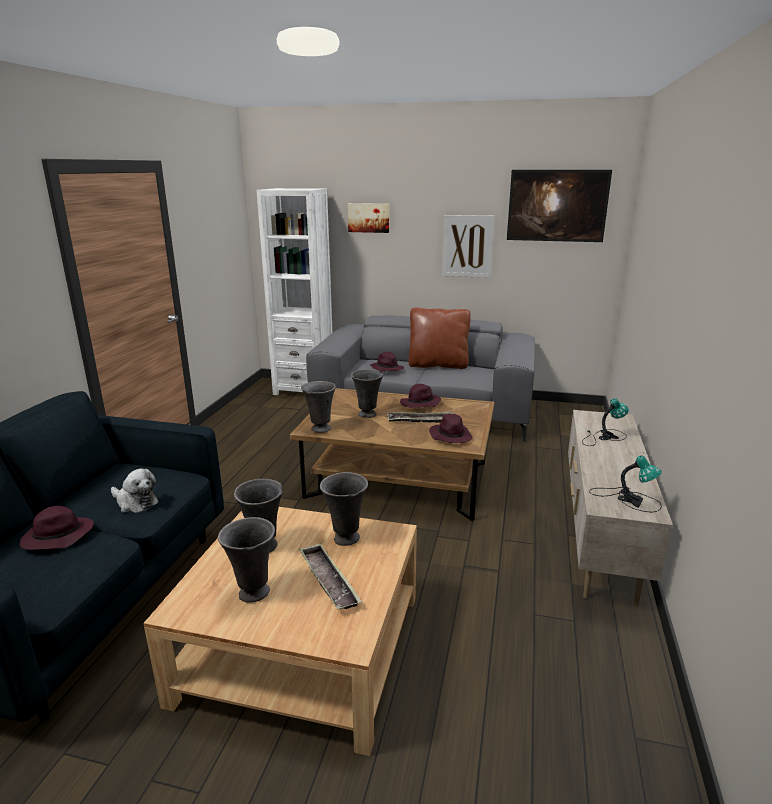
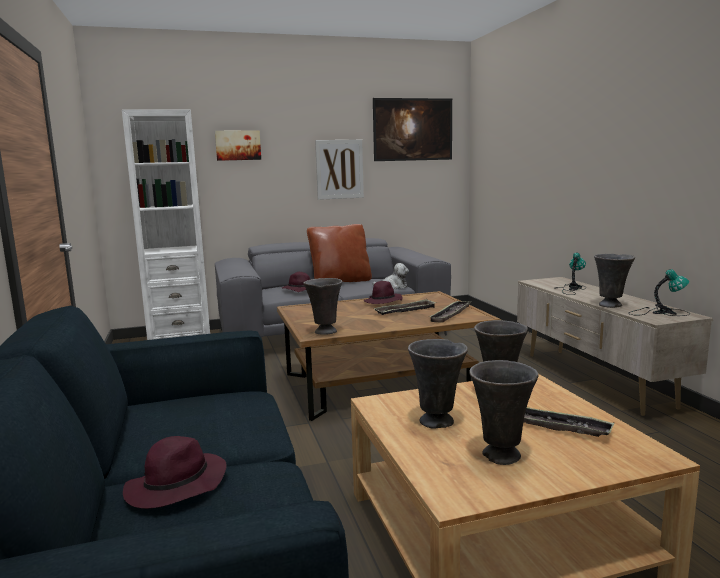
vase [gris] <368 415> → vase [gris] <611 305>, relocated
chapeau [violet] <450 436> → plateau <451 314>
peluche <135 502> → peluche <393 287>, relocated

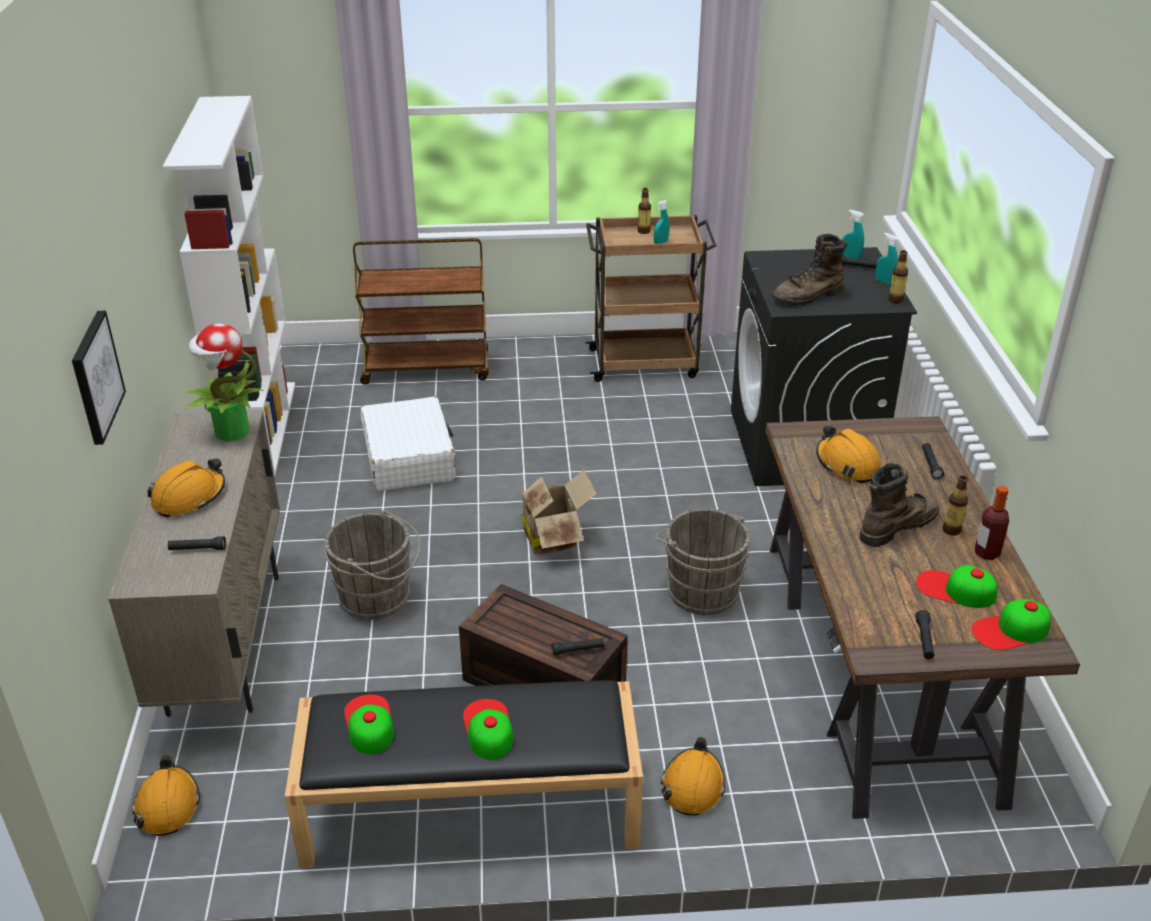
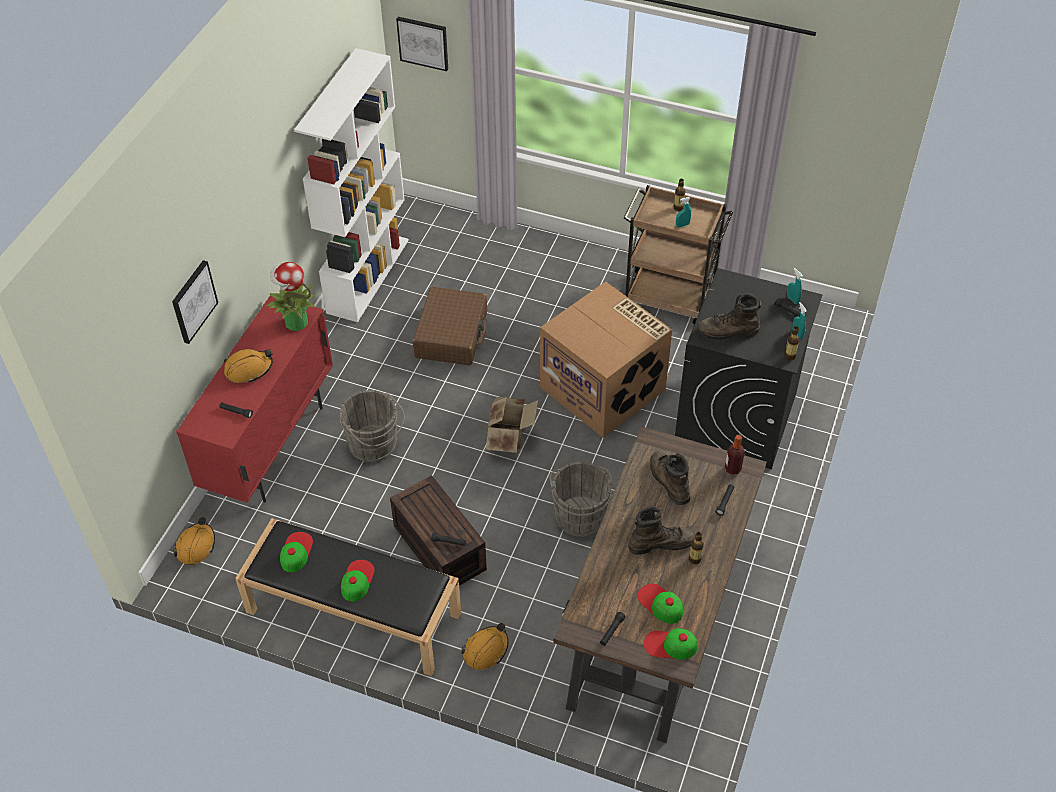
chariot [marron] <427 368> → -
valise [blanc] <409 458> → valise [marron] <451 335>
meuble de rangement [beige] <226 642> → meuble de rangement [rouge] <271 446>
casque de chantier [orange] <847 464> → botte [marron] <668 481>
bouteille <986 553> → bouteille <732 469>, relocated
- → tableau <423 42>
- → carton <604 388>

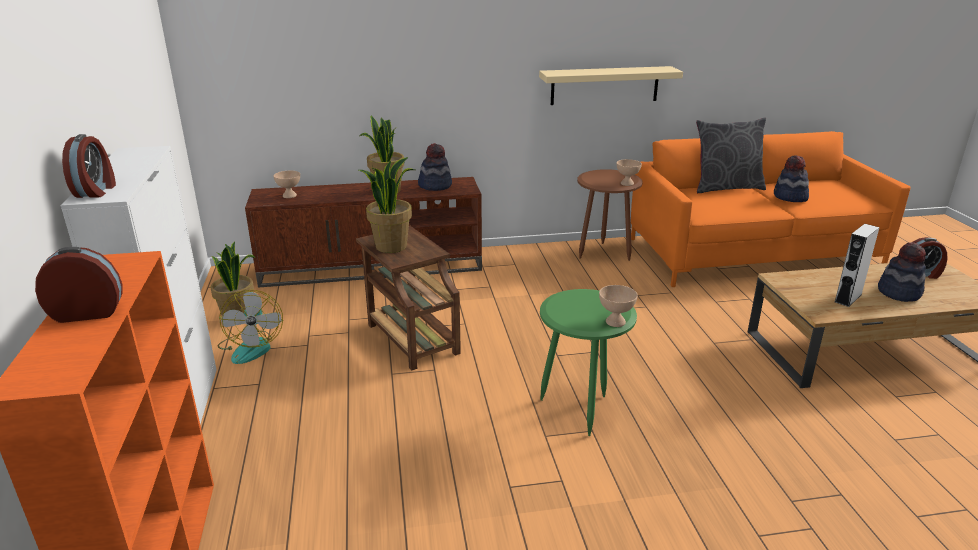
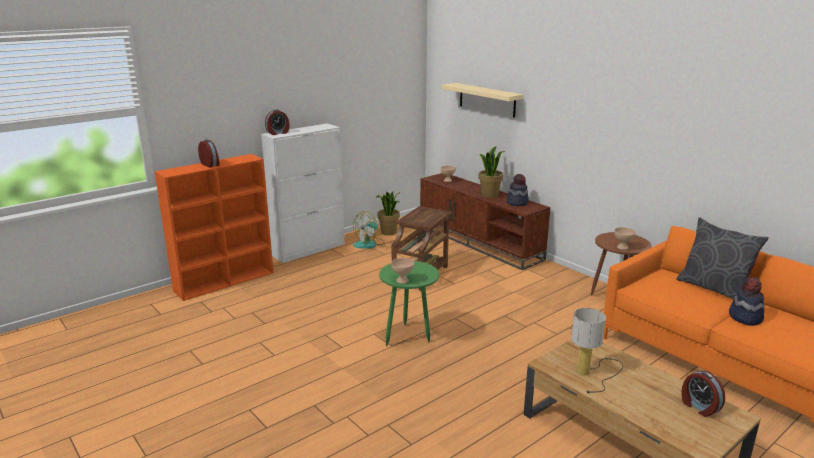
étagère [beige] <605 85> → étagère [beige] <487 99>, relocated
plante en pot <391 246> → -
enceinte [gris] <848 298> → lampe de table <591 373>
chapeau <899 292> → -

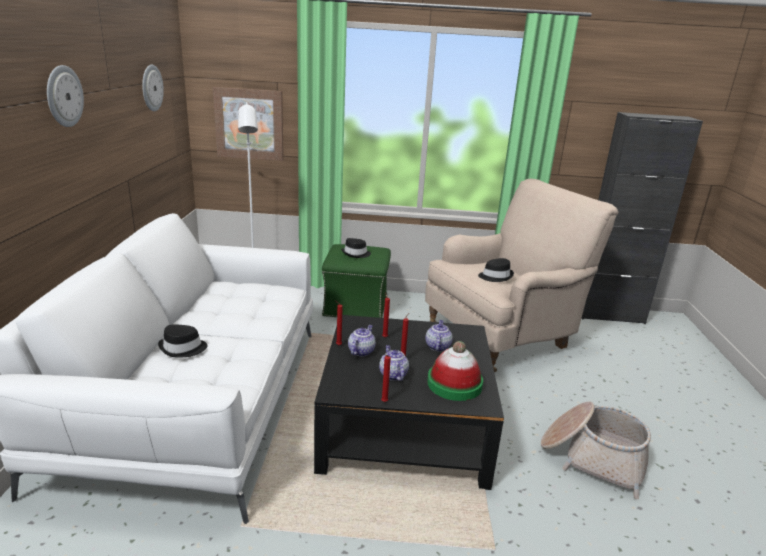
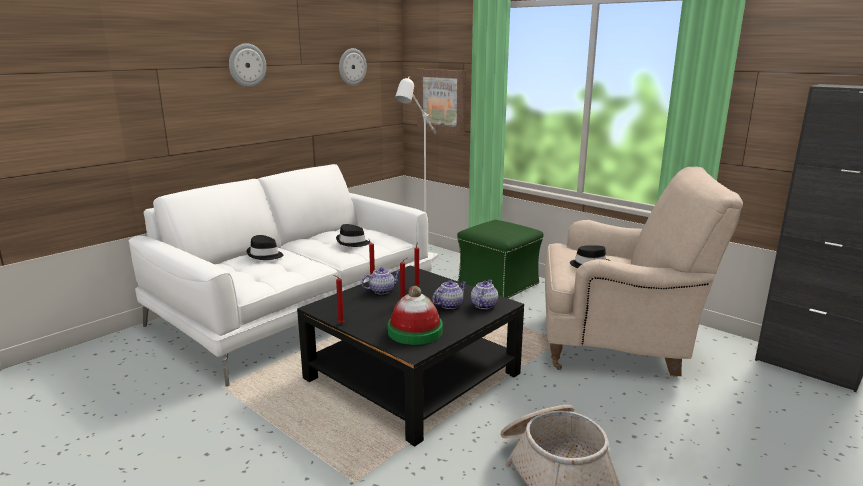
chapeau [noir] <356 254> → chapeau [noir] <352 242>, relocated
théière <392 374> → théière <484 305>, relocated

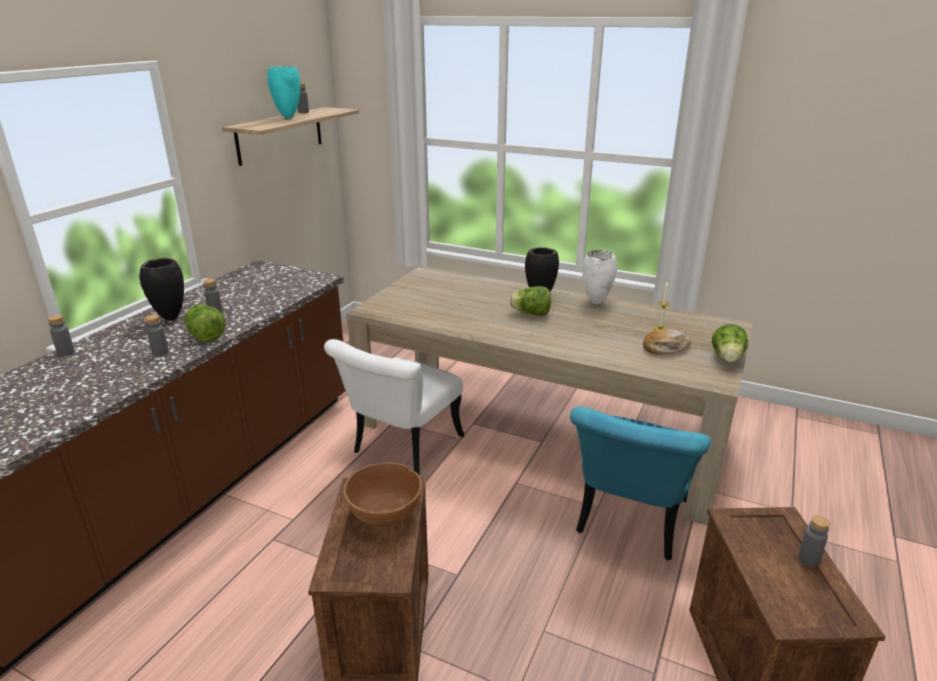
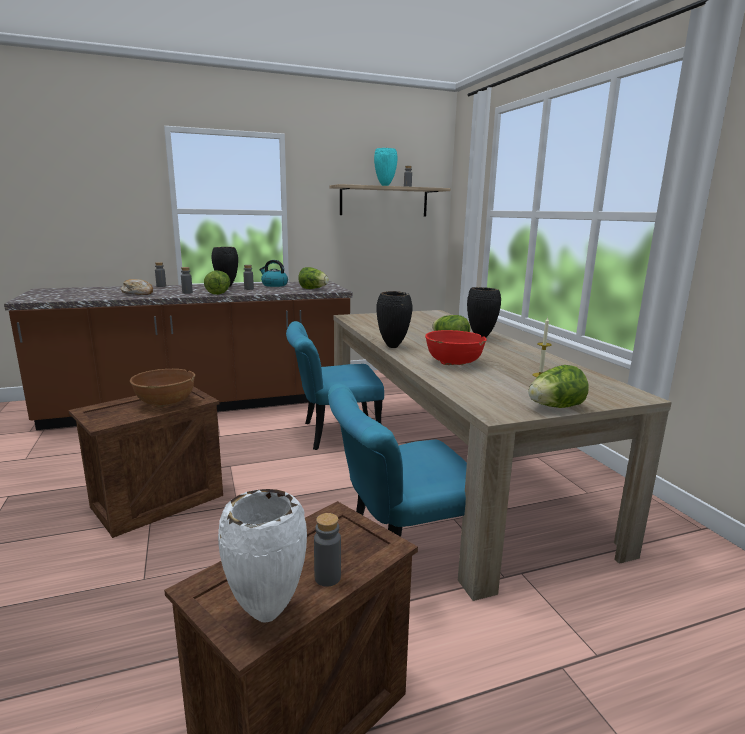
vase [blanc] <596 303> → vase [blanc] <266 616>, relocated
pain <665 348> → pain <138 293>, relocated
chaise [blanc] <401 450> → chaise [turquoise] <333 434>
- → bouilloire <274 285>
- → laitue <313 289>
- → vase [noir] <393 347>
- → bol [rouge] <453 363>

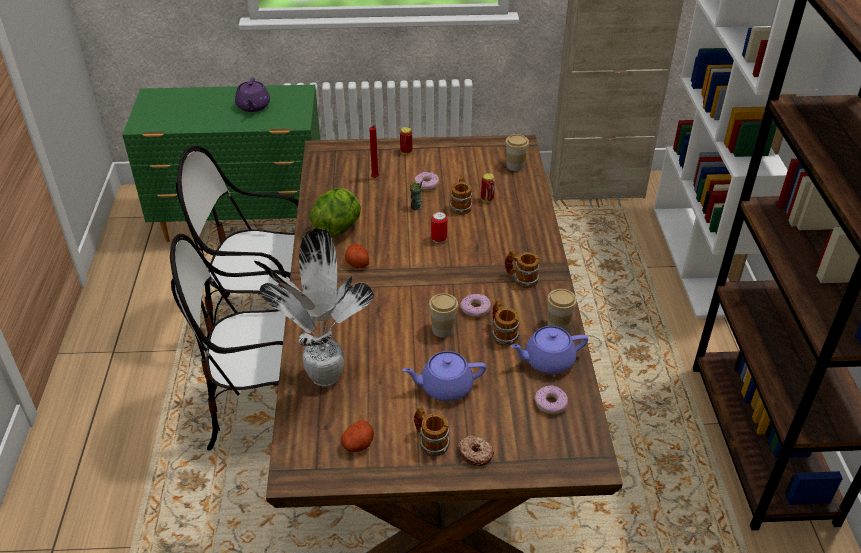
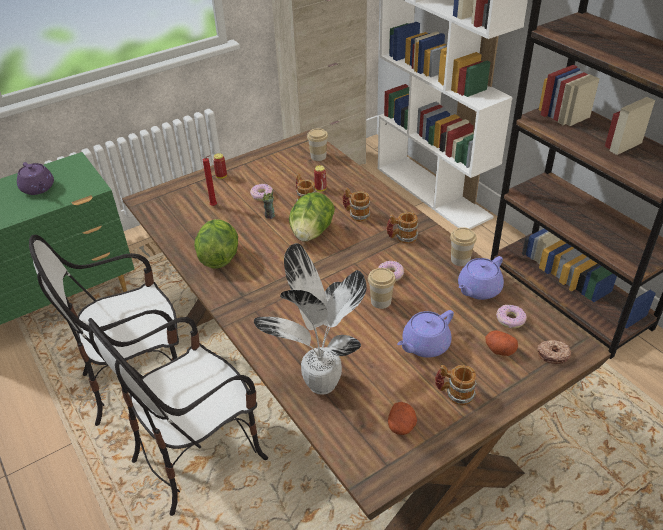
boîte métallique <439 239> → laitue <311 233>
pomme de terre <357 262> → pomme de terre <499 349>, relocated
mug <502 333> → mug <356 214>, relocated
beignet <475 454> → beignet <553 354>, relocated

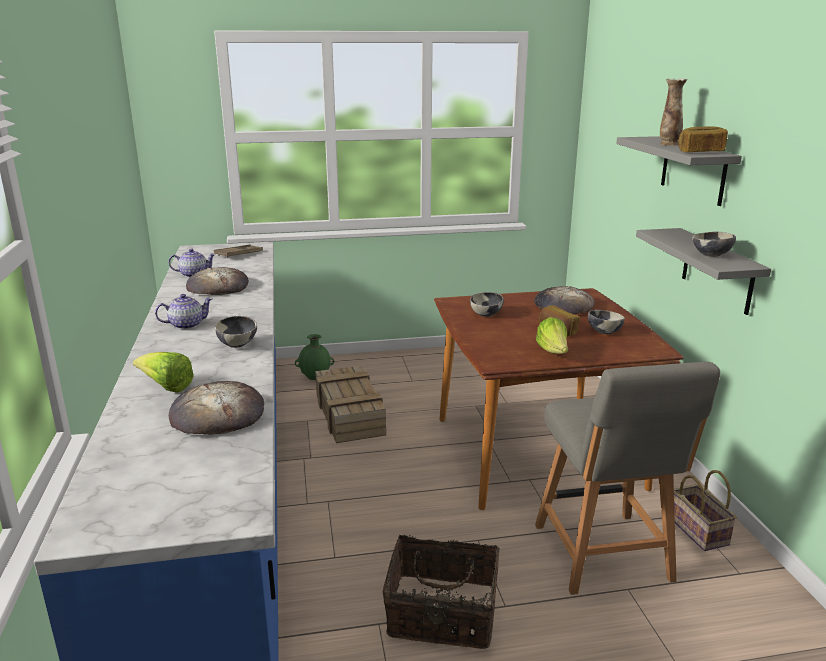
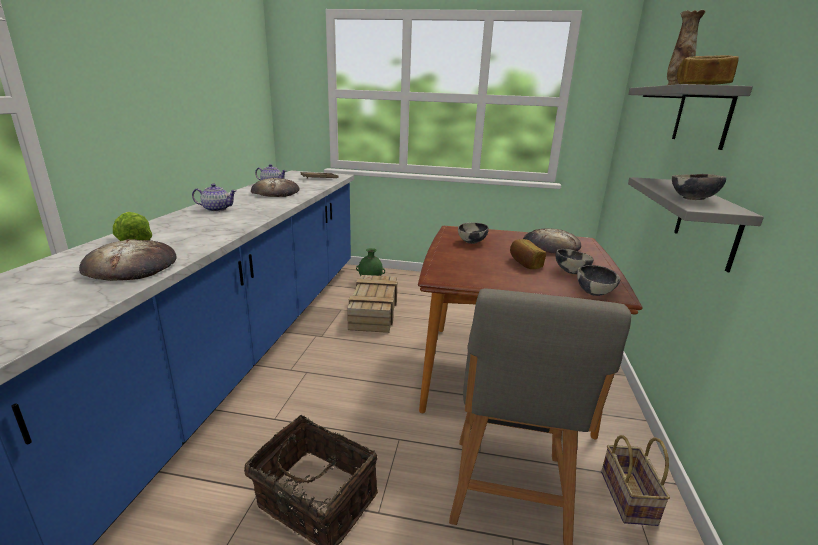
bol <237 344> → bol <594 292>, relocated
laitue <553 352> → -

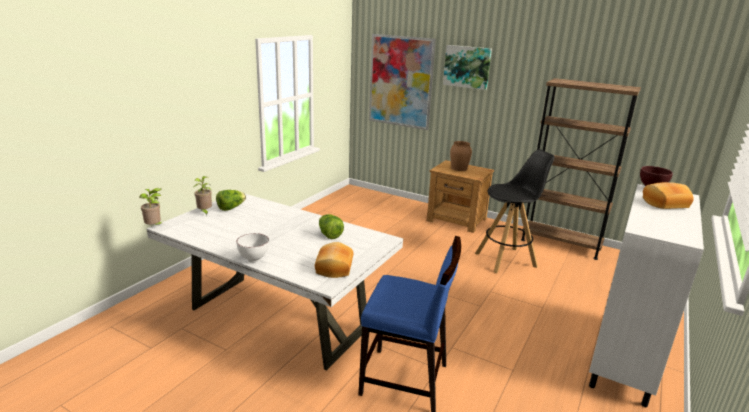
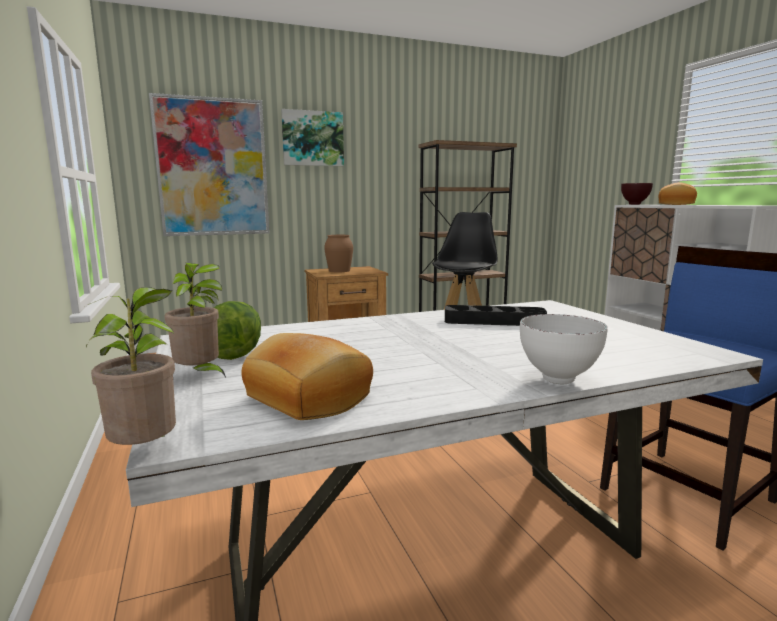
laitue <329 235> → plateau [noir] <494 321>
pain <333 268> → pain <306 398>, relocated

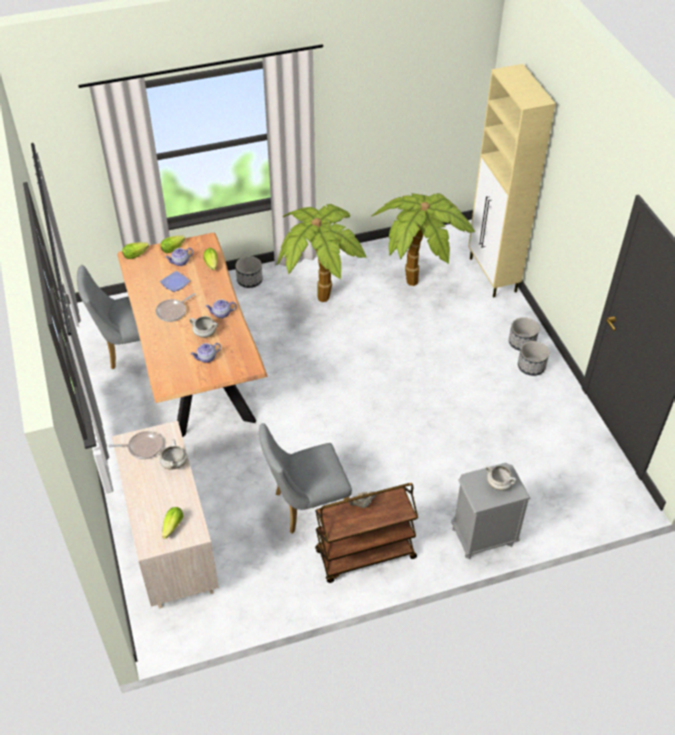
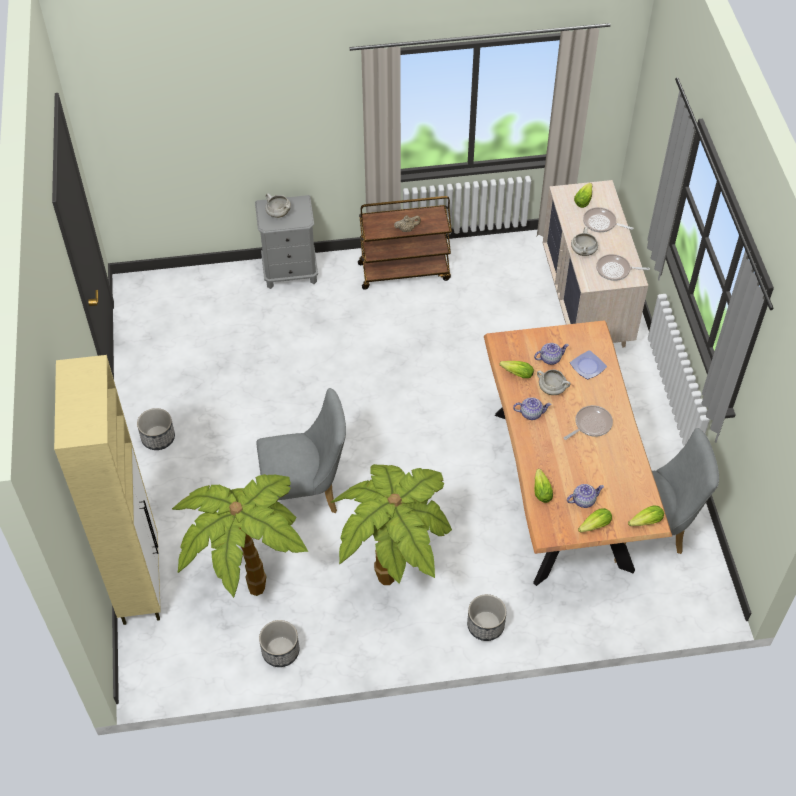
assiette <175 282> → assiette <587 367>, relocated
cache-pot <522 342> → cache-pot <280 651>, relocated
chaise [gris] <305 506> → chaise [gris] <306 493>, relocated
- → poêle <601 223>
- → laitue <515 373>

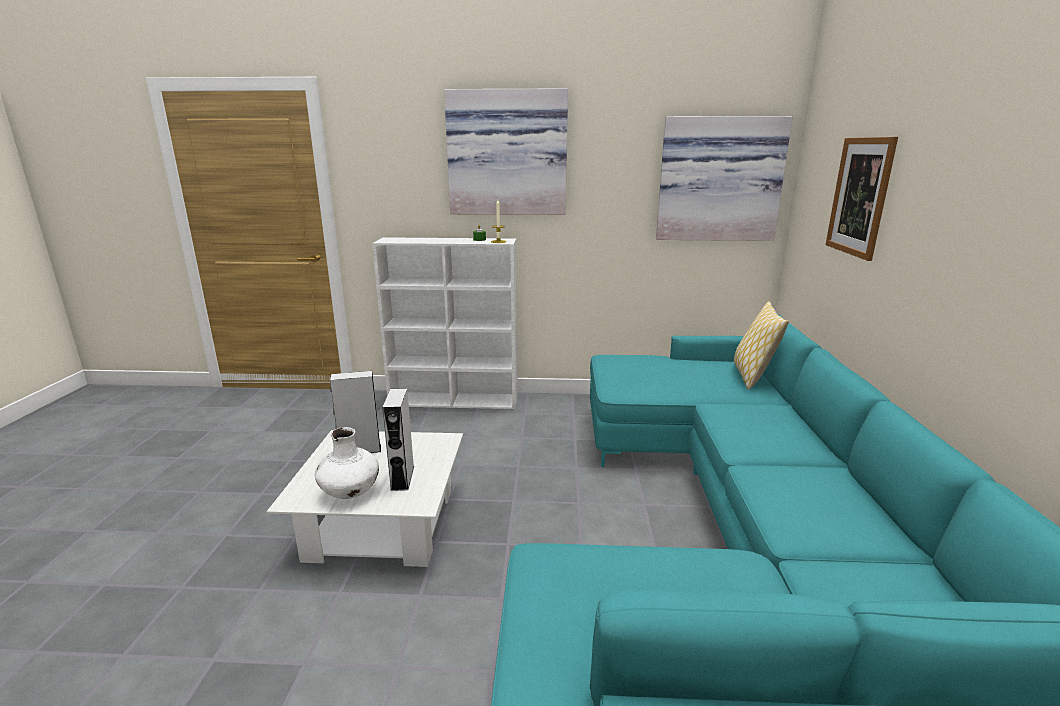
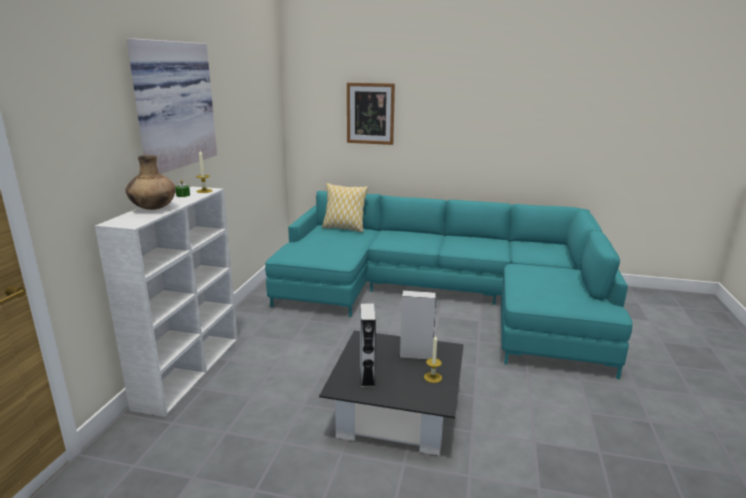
tableau <719 180> → -
vase [blanc] <350 492> → bougie <433 377>
table basse [blanc] <382 524> → table basse [noir] <396 413>
- → vase [marron] <153 208>

